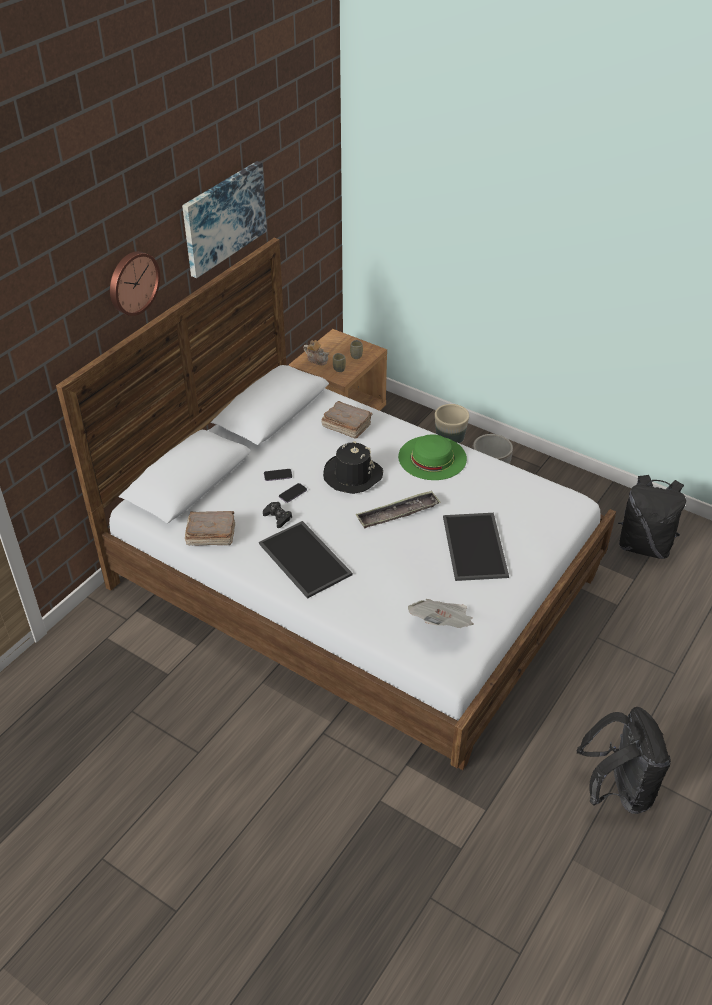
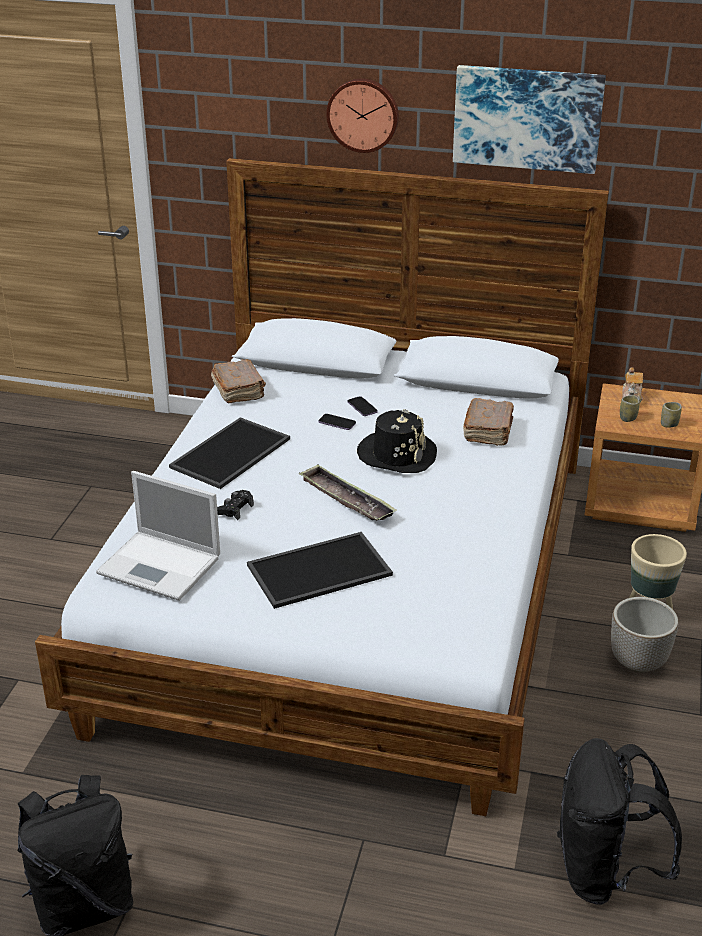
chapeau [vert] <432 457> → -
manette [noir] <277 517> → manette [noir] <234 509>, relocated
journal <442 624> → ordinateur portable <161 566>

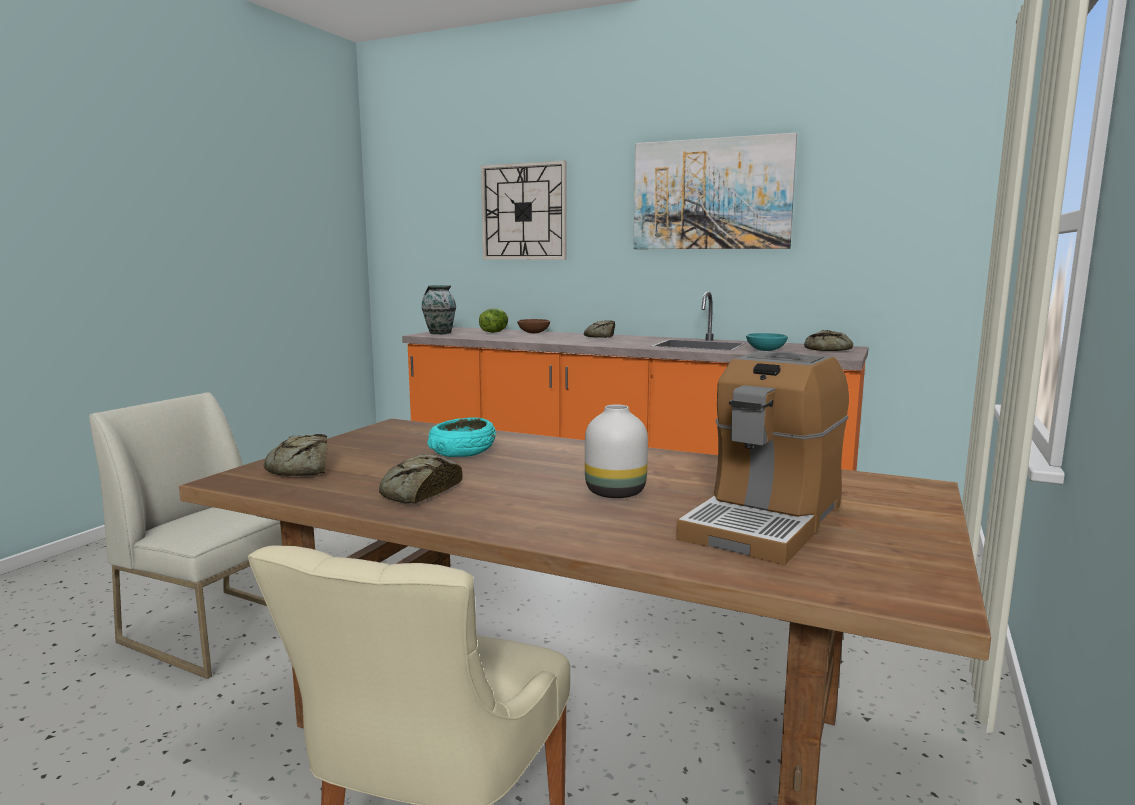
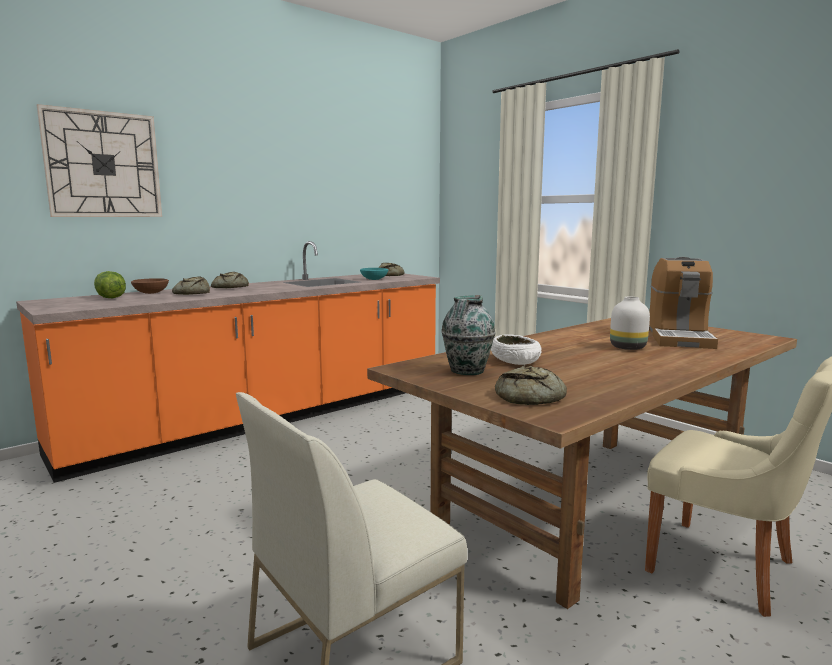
tableau <711 194> → -
vase <439 333> → vase <467 371>, relocated
machine à café <764 521> → machine à café <679 337>, 45 degrees clockwise
bol [turquoise] <463 452> → bol [blanc] <515 361>
pain <419 492> → pain <191 293>, relocated

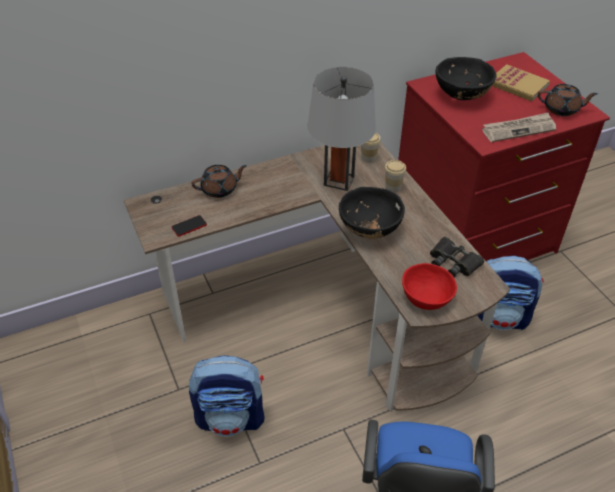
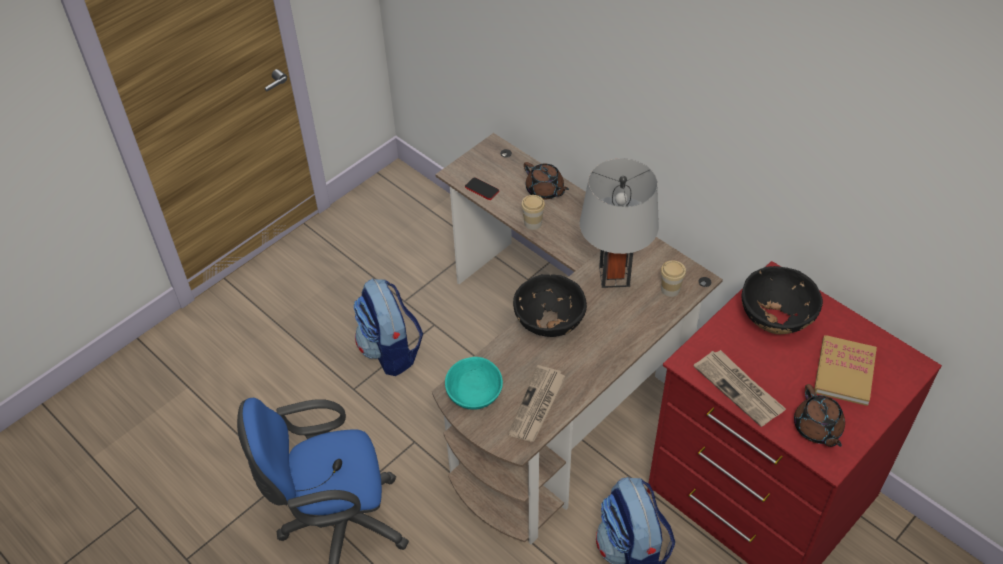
tasse <393 187> → tasse <533 223>, relocated
jumelles [noir] <453 262> → journal <537 406>
bol [rouge] <425 298> → bol [turquoise] <473 394>

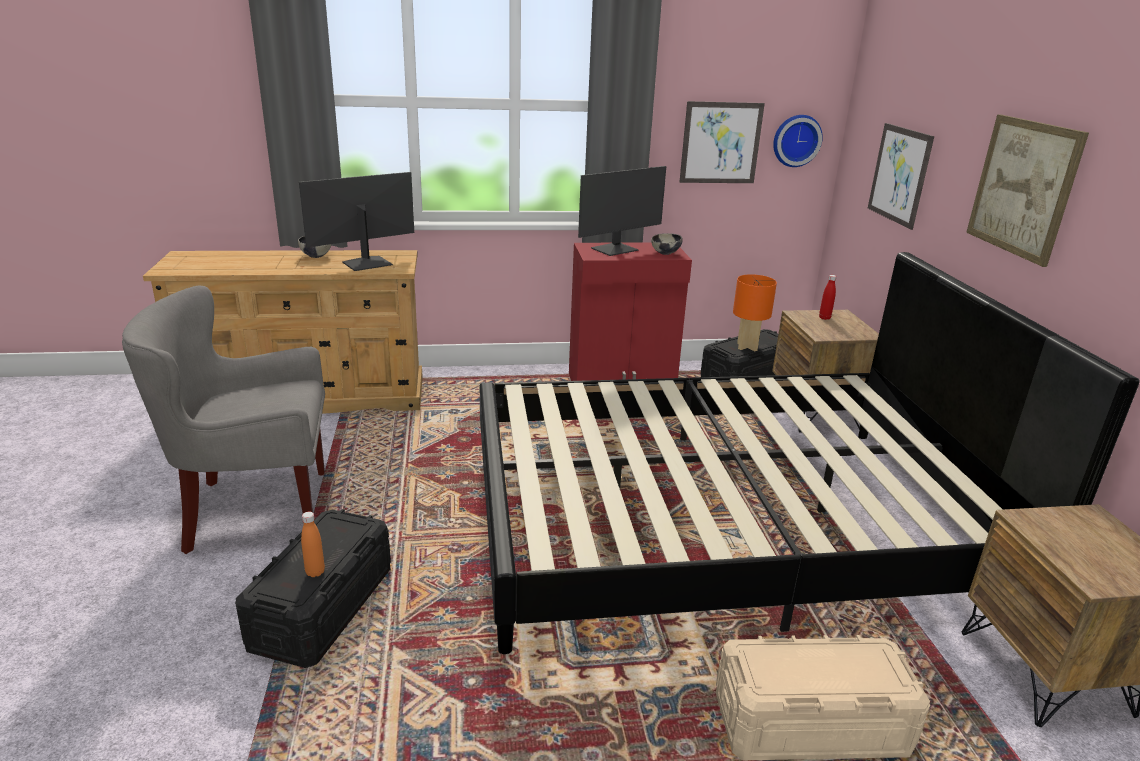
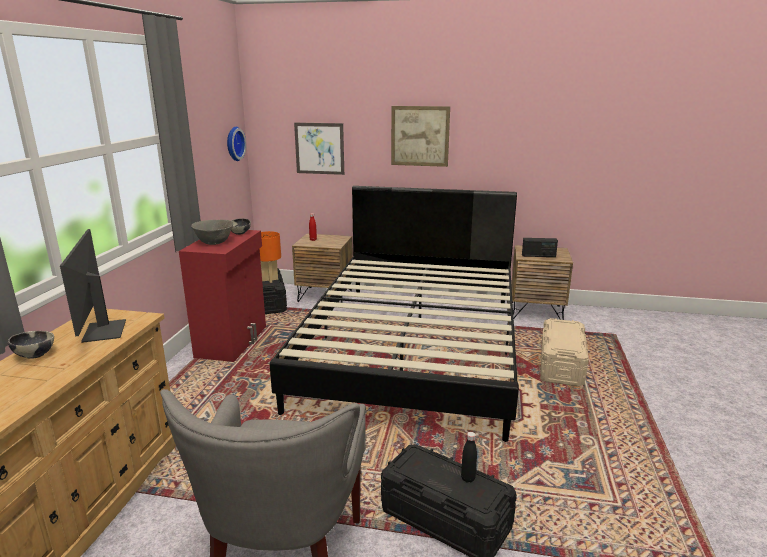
tableau <721 143> → -
écran d'ordinateur <615 249> → bol [gris] <214 243>
bouteille [orange] <315 572> → bouteille [noir] <468 478>
- → radio <538 256>

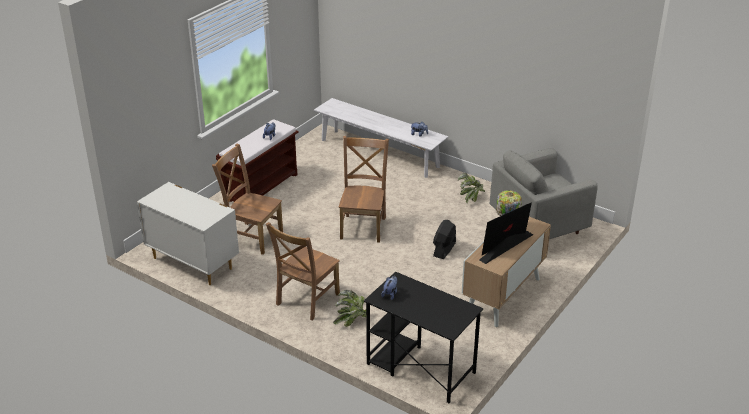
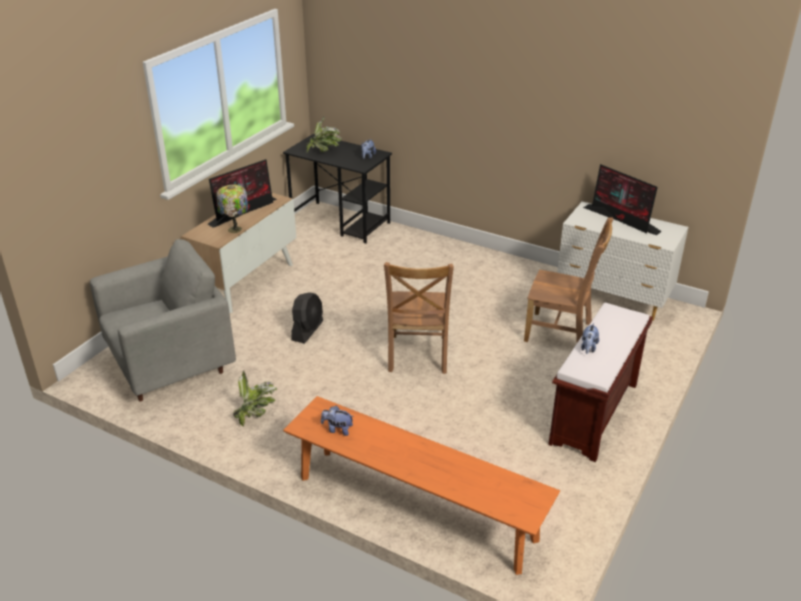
banc [blanc] <379 153> → banc [orange] <415 508>
chaise [marron] <306 301> → -
plante en pot <352 321> → plante en pot <323 151>, relocated
- → écran d'ordinateur <622 219>

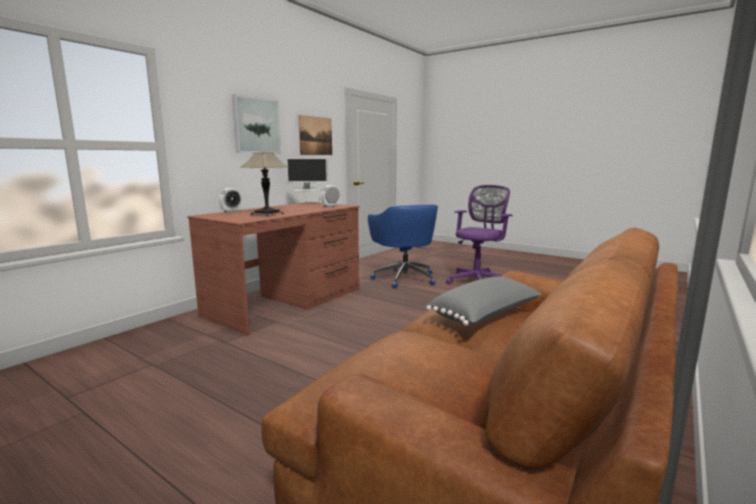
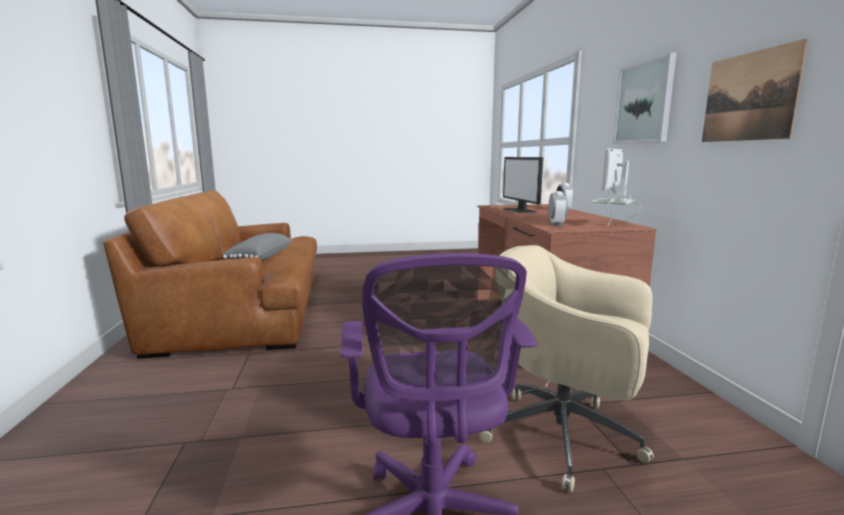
lampe de table <267 214> → écran d'ordinateur <520 210>
chaise de bureau [bleu] <404 278> → chaise de bureau [beige] <566 438>

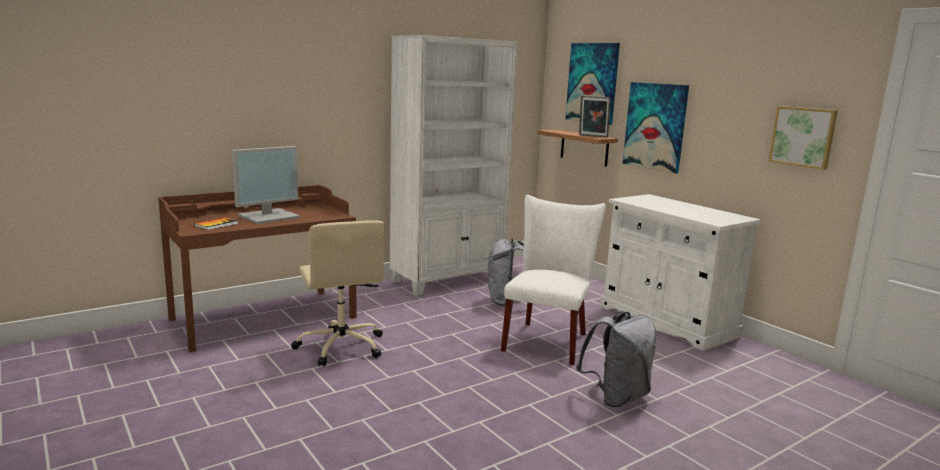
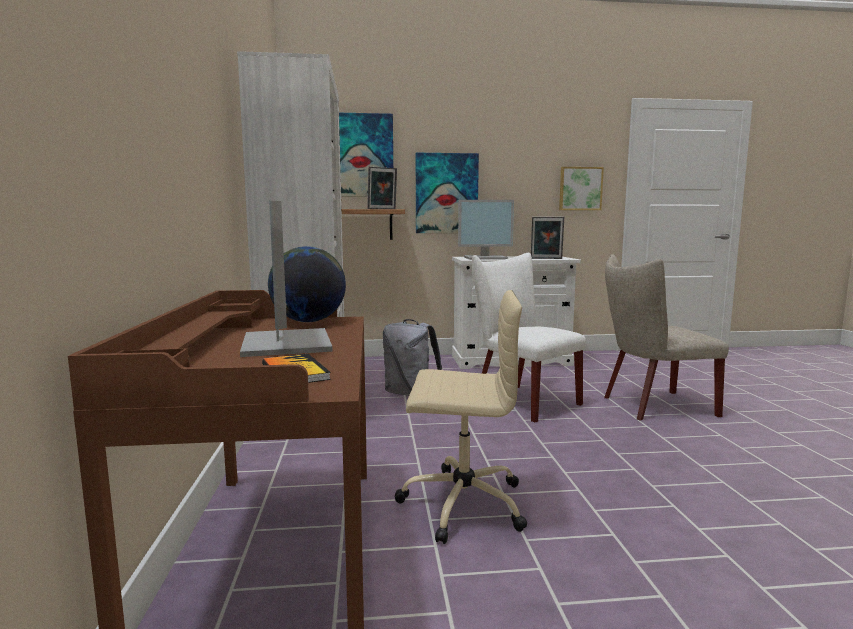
sac à dos [gris] <616 397> → chaise [beige] <652 406>
- → écran d'ordinateur <486 258>
- → cadre photo <546 258>
- → globe <308 321>

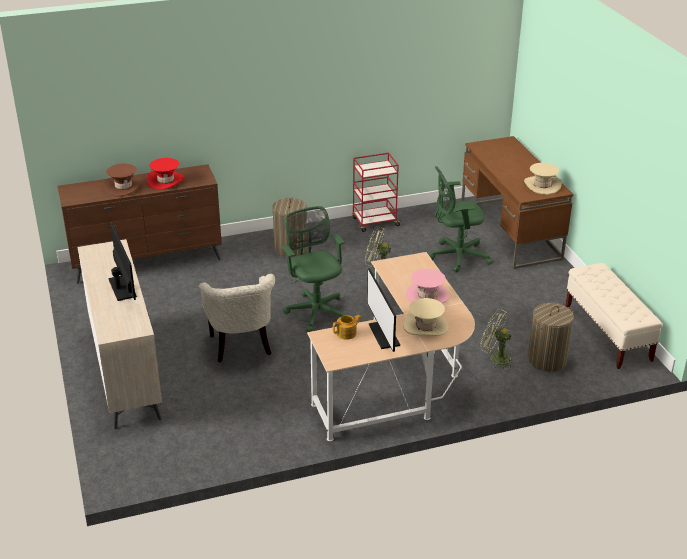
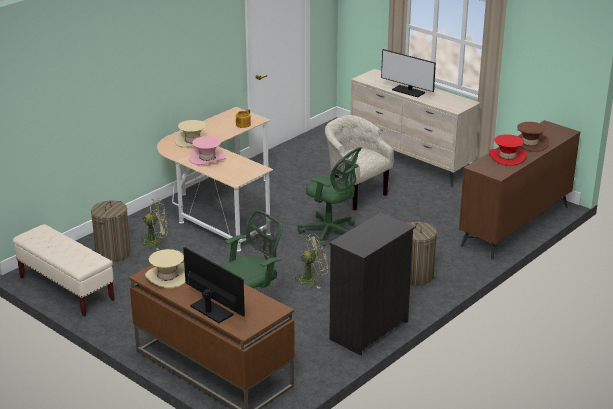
chariot [rouge] <375 222> → commode [noir] <368 330>
écran d'ordinateur <384 335> → écran d'ordinateur <211 310>, relocated

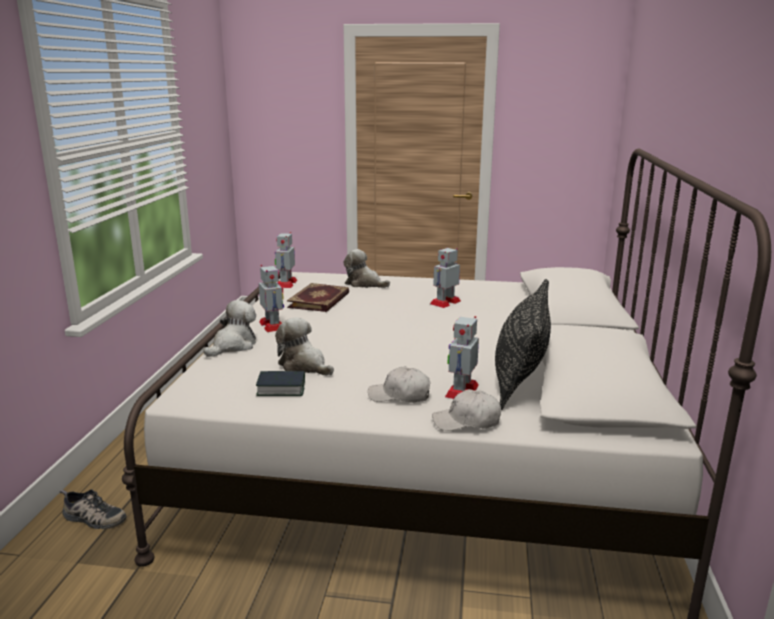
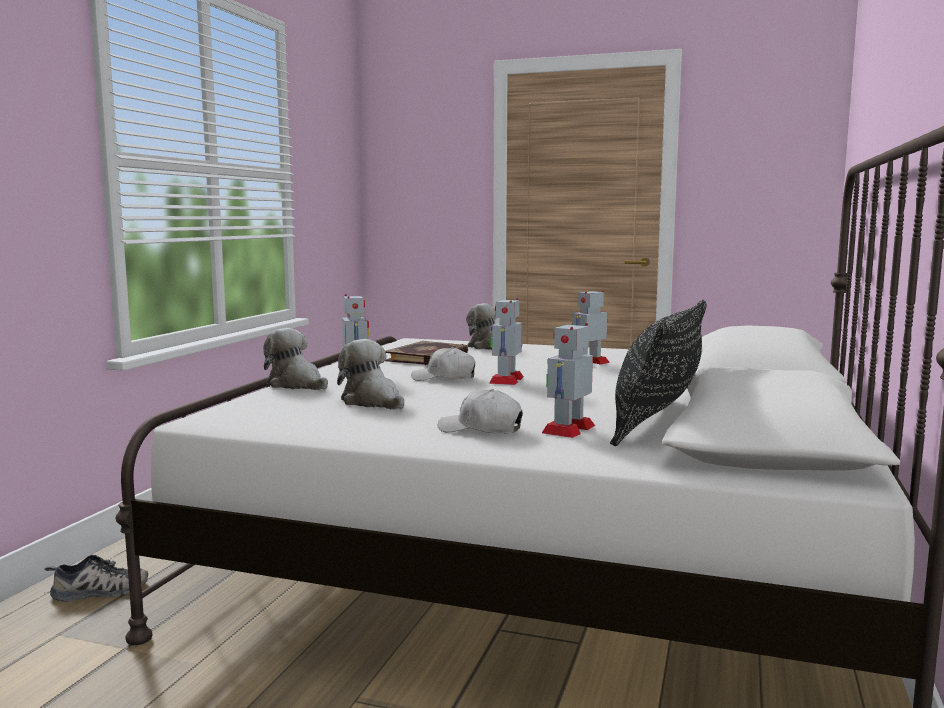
robot jouet <286 283> → robot jouet <506 380>, relocated
peluche <233 346> → peluche <296 385>, 90 degrees counterclockwise
livre <281 388> → -
casquette [blanc] <467 421> → casquette [blanc] <444 378>, relocated
chaussure <92 518> → chaussure <99 592>, 45 degrees counterclockwise

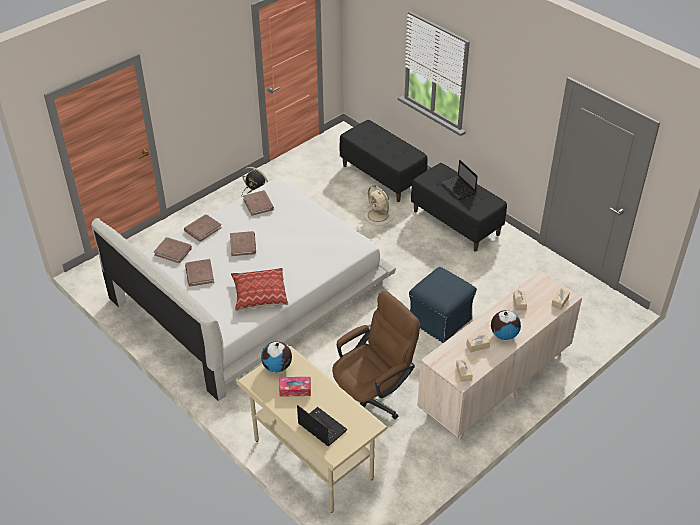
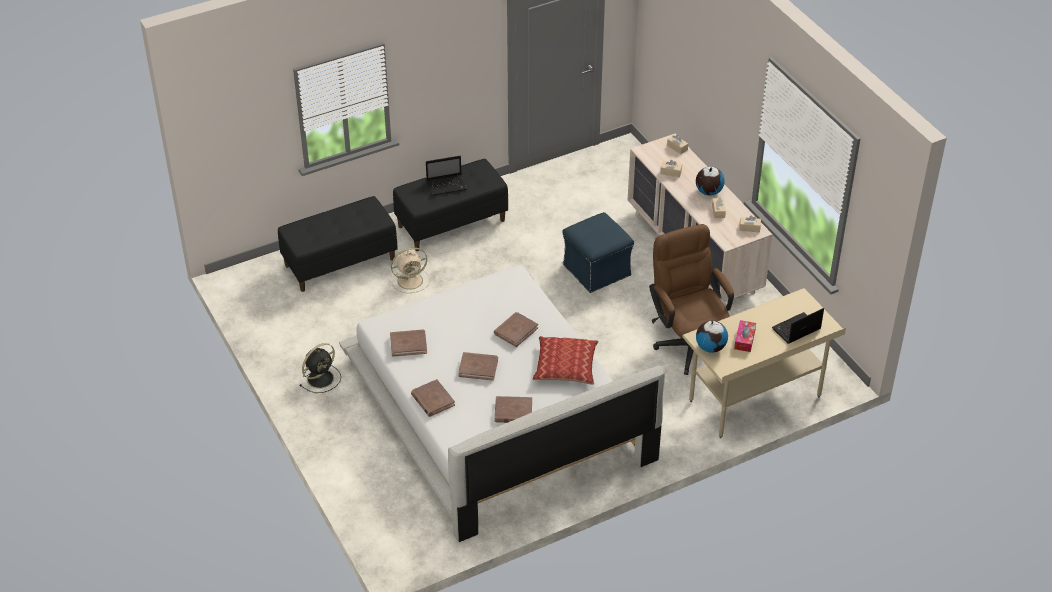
livre [marron] <173 251> → livre [marron] <515 331>, relocated

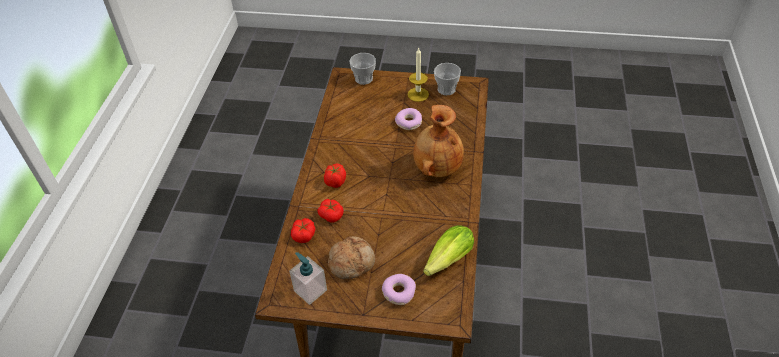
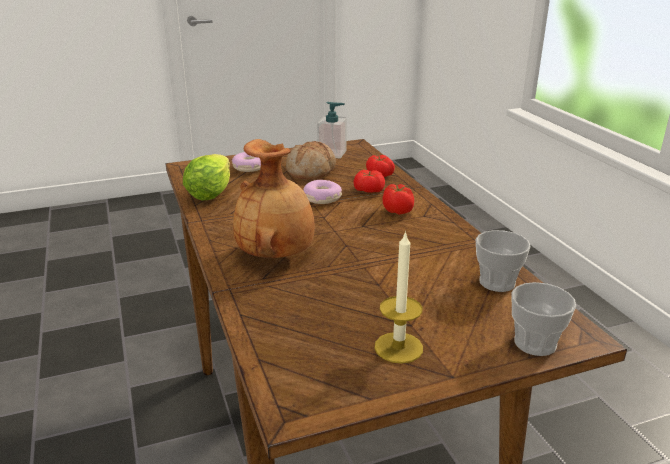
tasse <446 89> → tasse <497 282>, relocated
beignet <409 123> → beignet <322 198>, relocated

